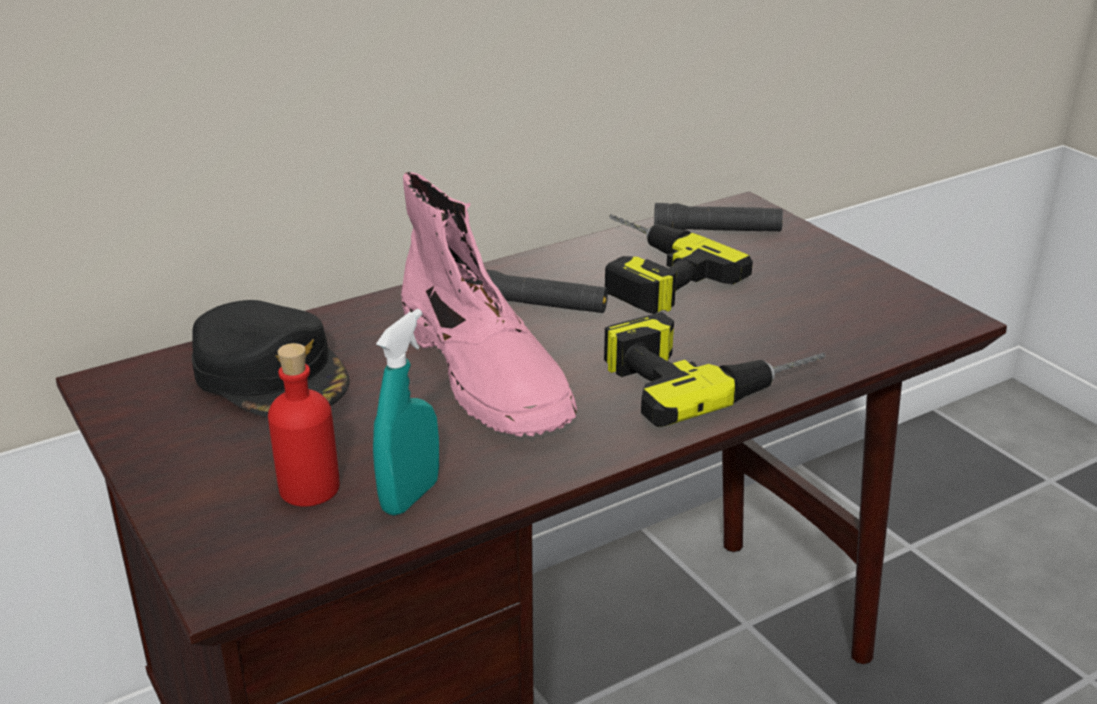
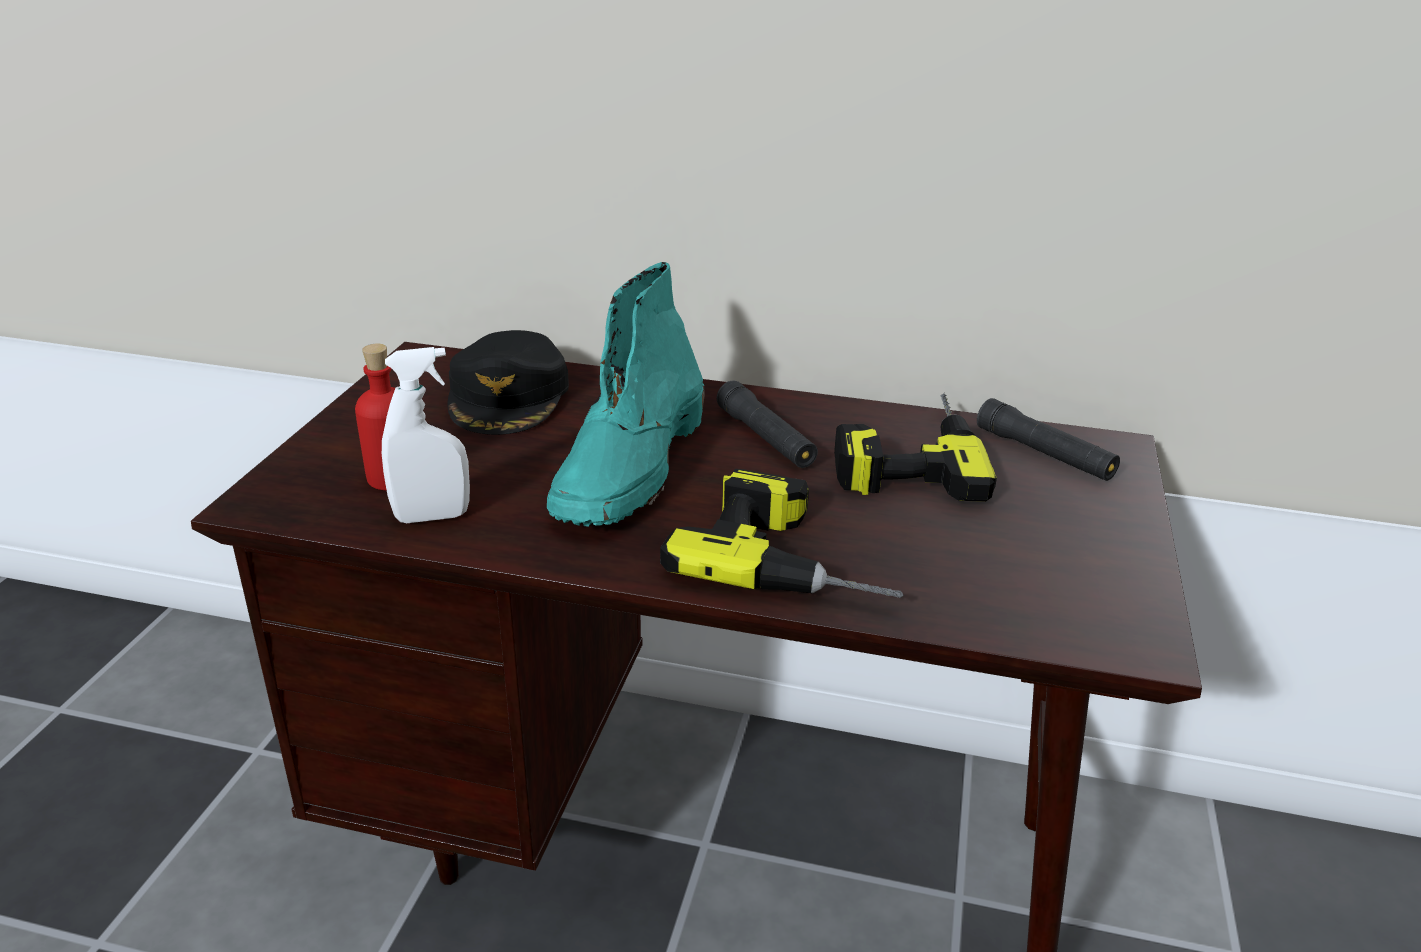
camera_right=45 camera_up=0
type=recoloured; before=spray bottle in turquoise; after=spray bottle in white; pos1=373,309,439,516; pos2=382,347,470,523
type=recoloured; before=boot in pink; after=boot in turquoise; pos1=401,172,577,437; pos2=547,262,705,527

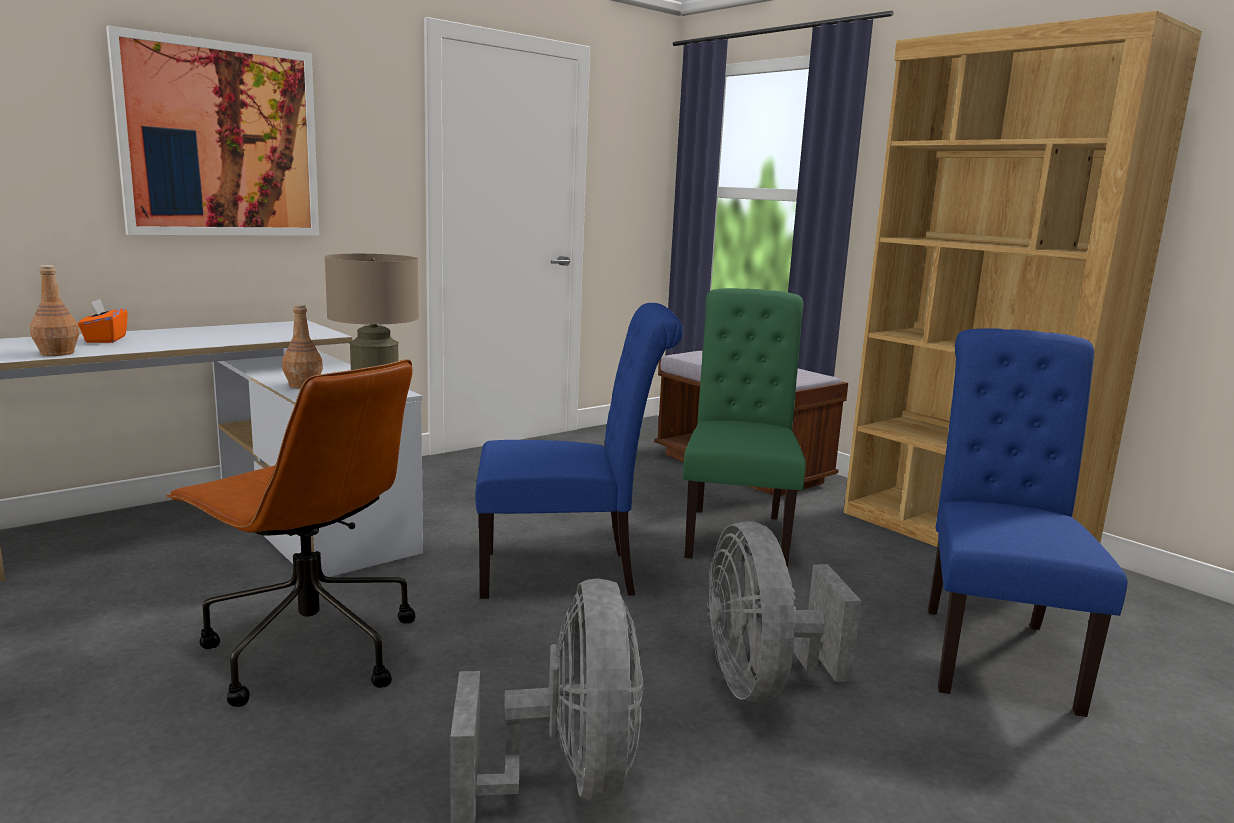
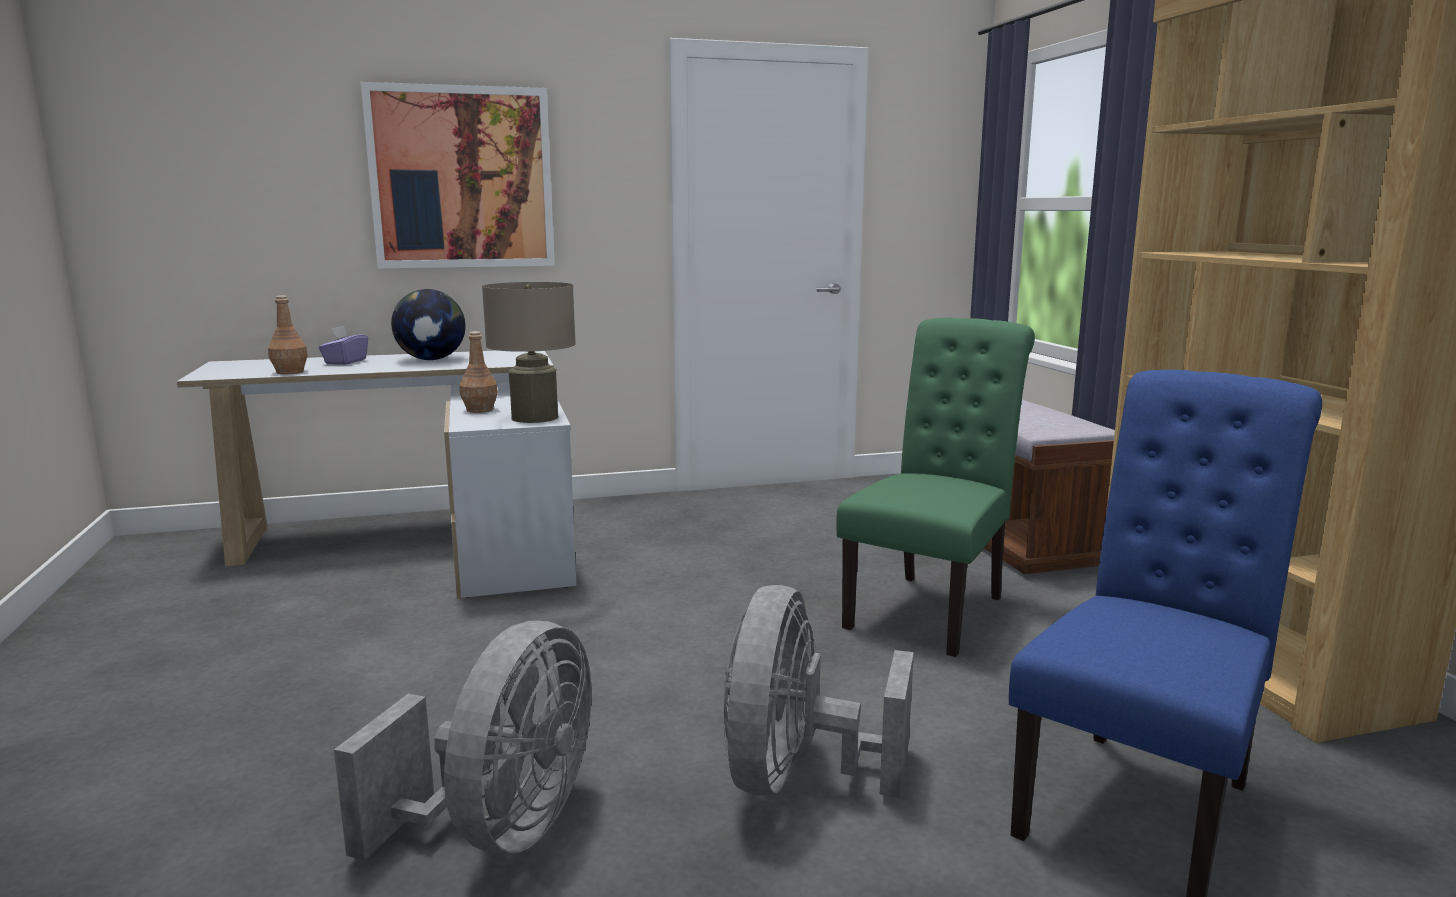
camera_right=25 camera_up=0
type=recoloured; before=tissue box in orange; after=tissue box in purple; pos1=78,299,128,343; pos2=319,326,368,365
type=added; after=globe; pos2=391,289,466,360
type=removed; before=office chair in brown; pos1=166,359,415,707
type=removed; before=chair in blue; pos1=475,303,683,599

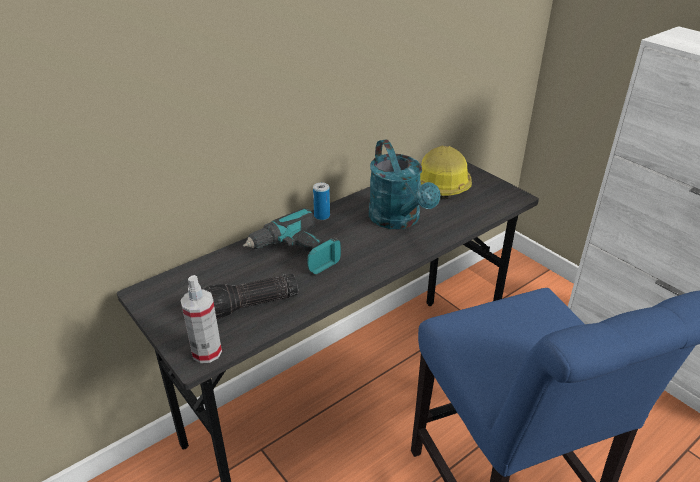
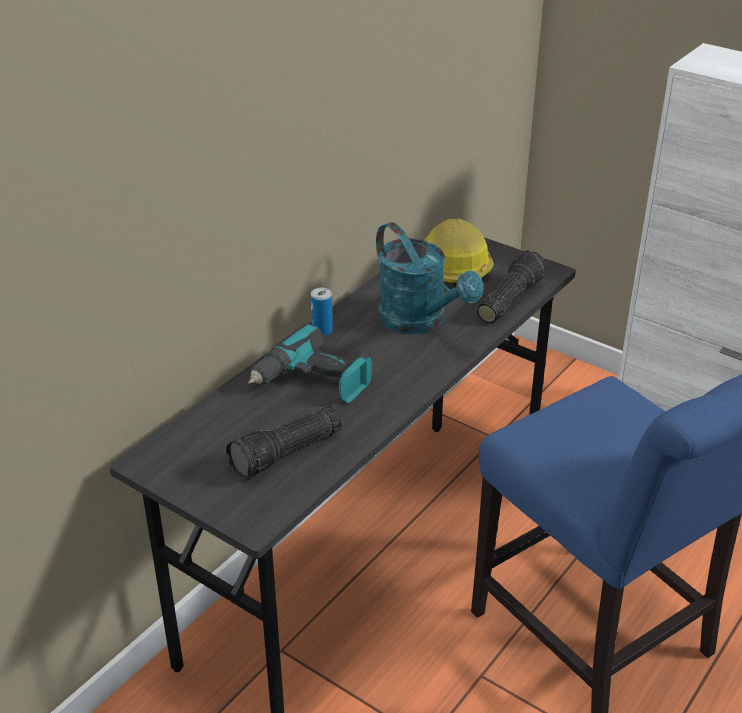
camera_right=-15 camera_up=0
type=added; after=flashlight; pos2=477,250,547,323
type=removed; before=spray bottle; pos1=181,275,222,363

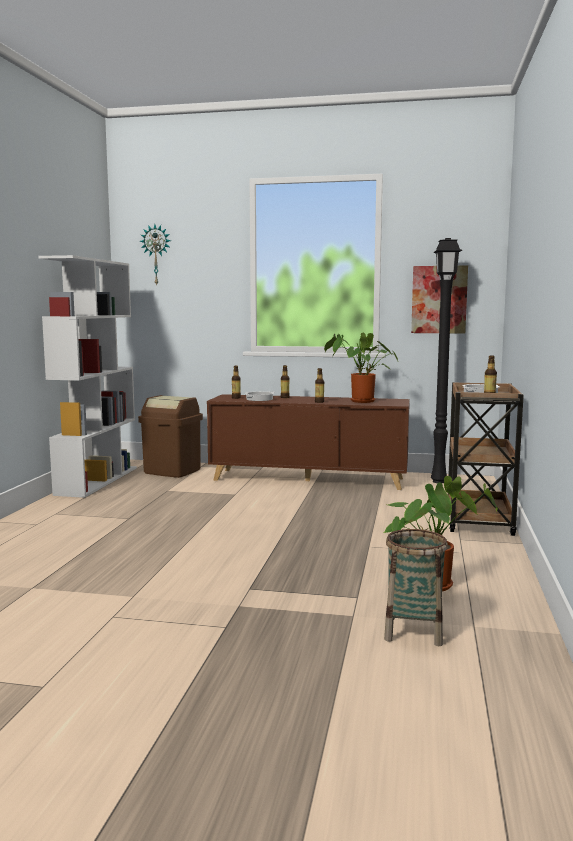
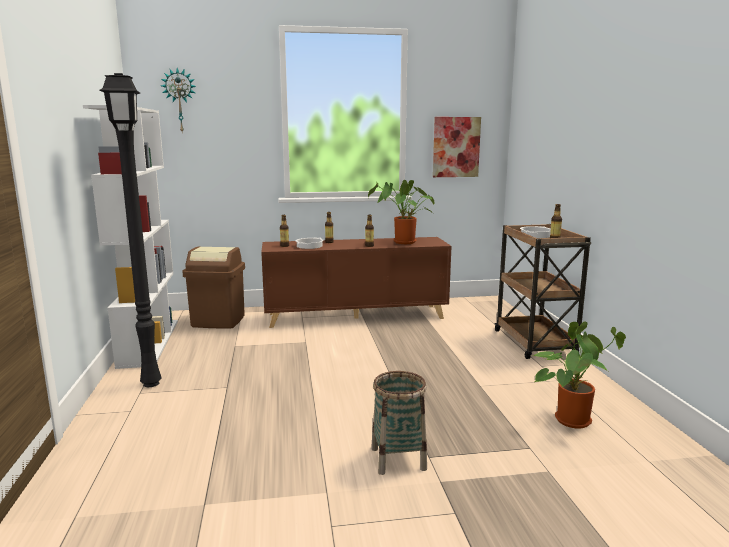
camera_right=-20 camera_up=5
type=moved; before=floor lamp in black; pos1=431,238,462,483; pos2=99,73,162,387
type=moved; before=basket; pos1=384,529,448,646; pos2=371,371,427,475

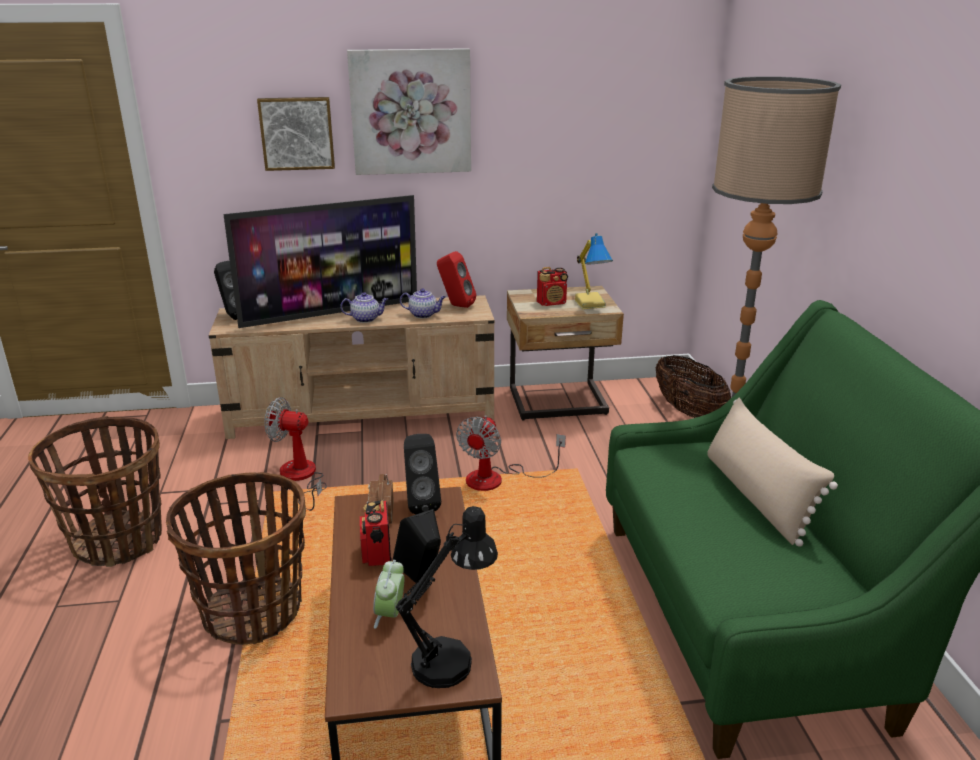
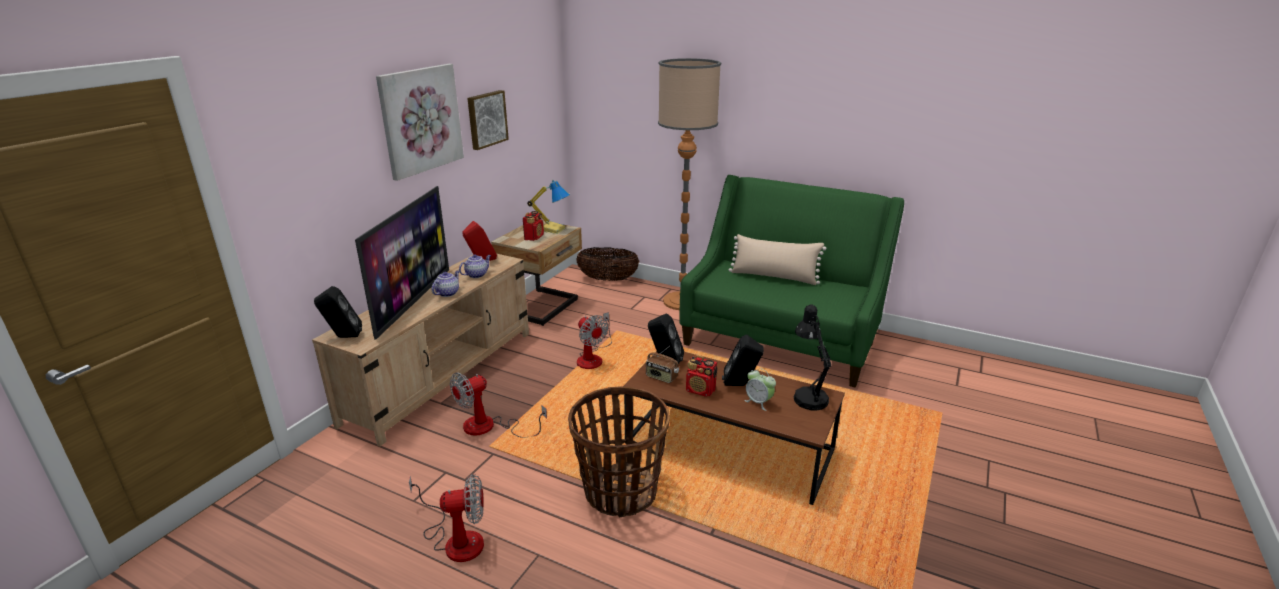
camera_right=-55 camera_up=0
type=replaced; before=basket; after=fan; pos1=28,416,162,567; pos2=409,474,484,562
type=moved; before=picture; pos1=257,97,335,171; pos2=467,90,509,150

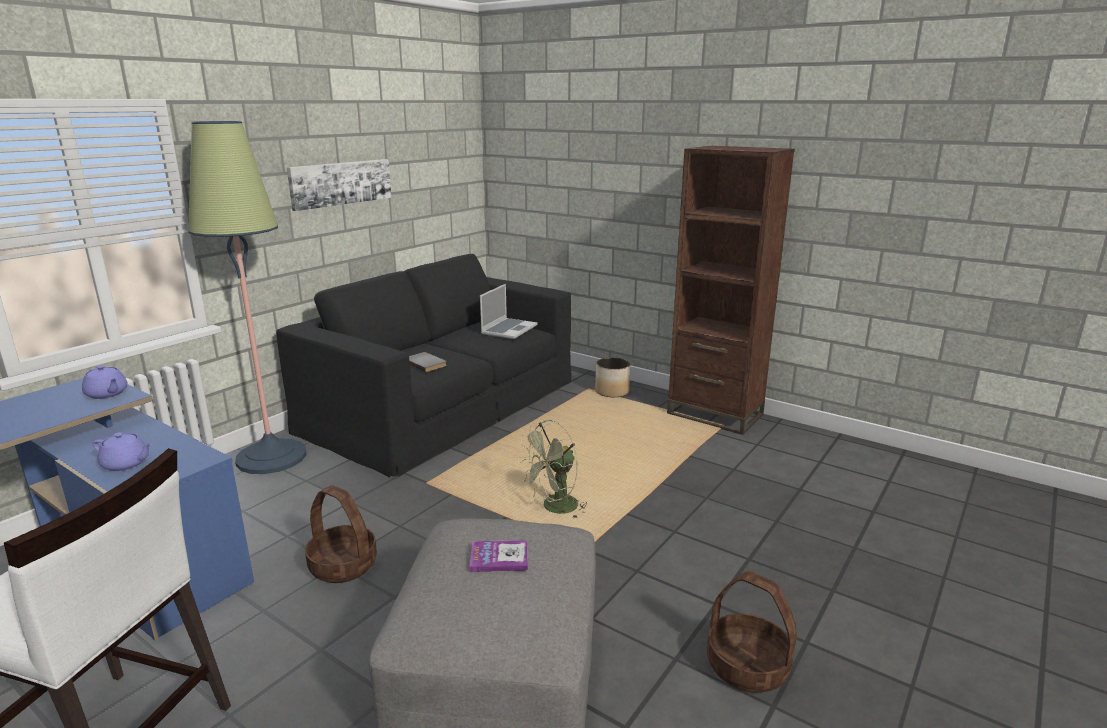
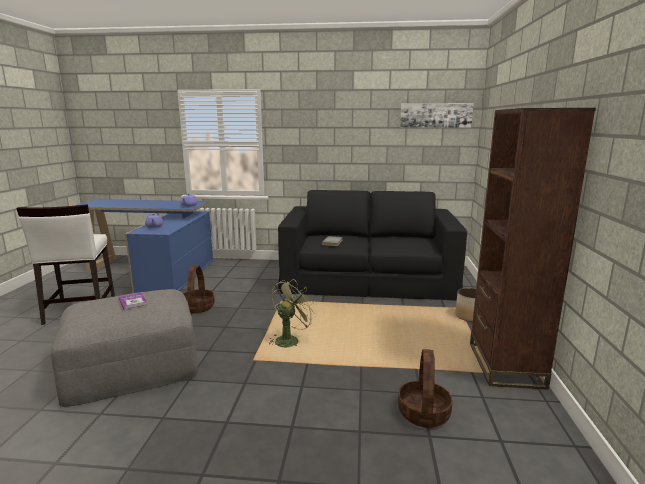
camera_right=60 camera_up=-5
type=turned; before=fan in green; pos1=518,420,587,518; pos2=269,279,317,347; turn=105
type=moved; before=basket; pos1=707,571,797,693; pos2=398,349,453,428
type=moved; before=picture; pos1=287,159,392,211; pos2=400,103,474,128
type=removed; before=floor lamp; pos1=188,121,306,474
type=removed; before=laptop; pos1=480,284,537,339

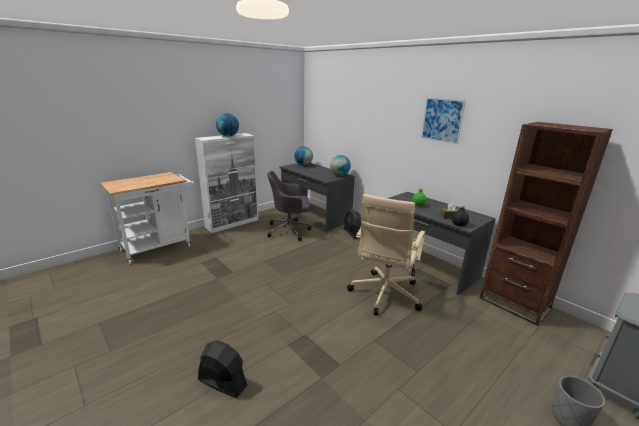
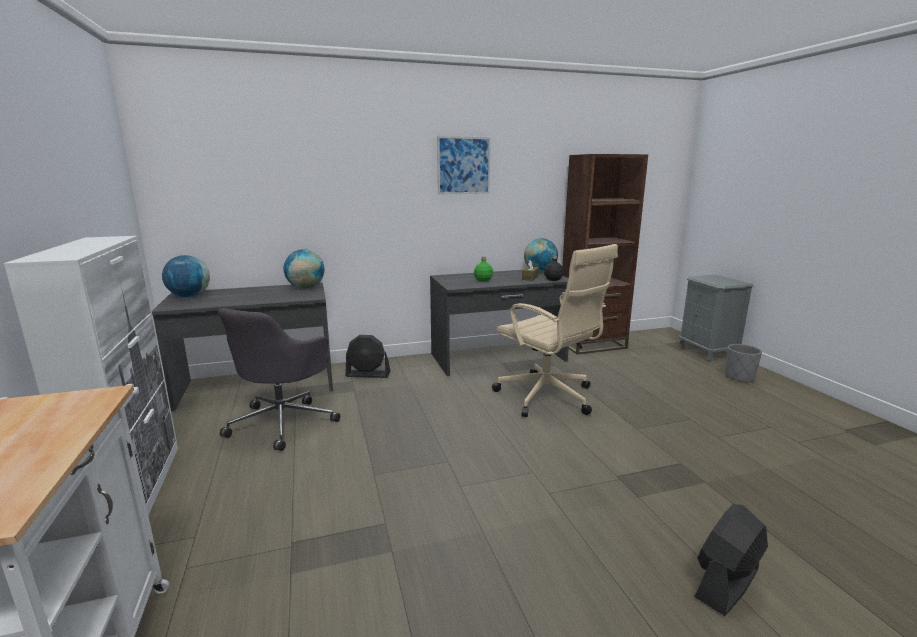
camera_right=-65 camera_up=-5
type=moved; before=globe; pos1=216,113,239,136; pos2=524,238,558,272

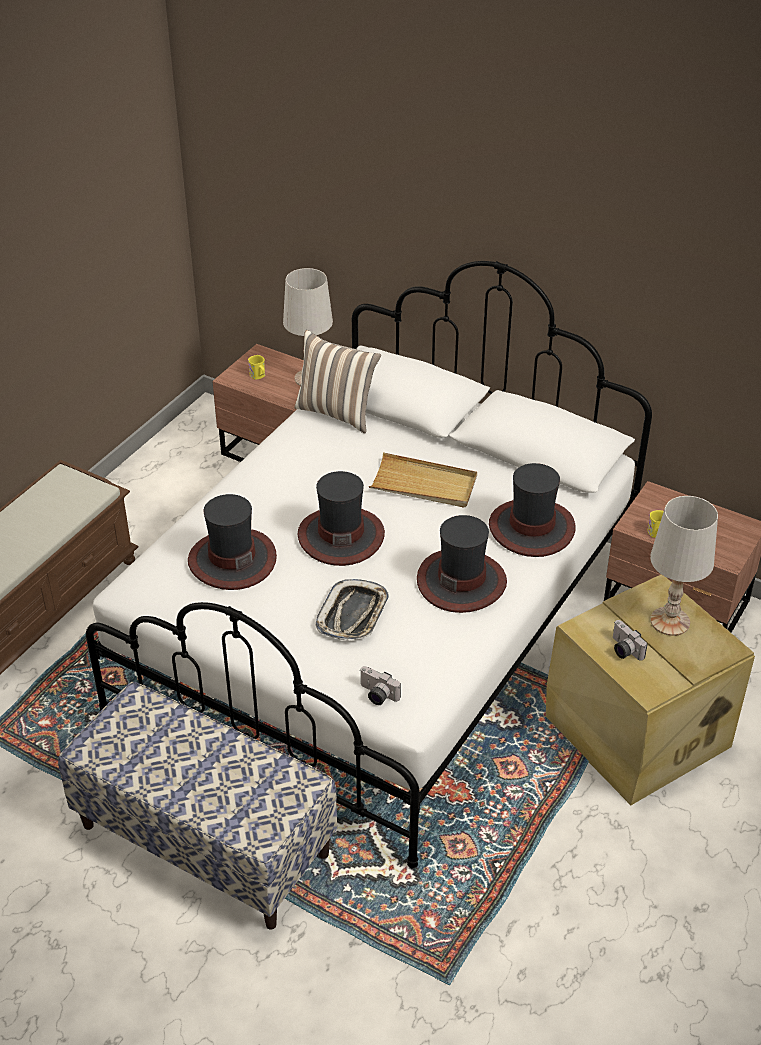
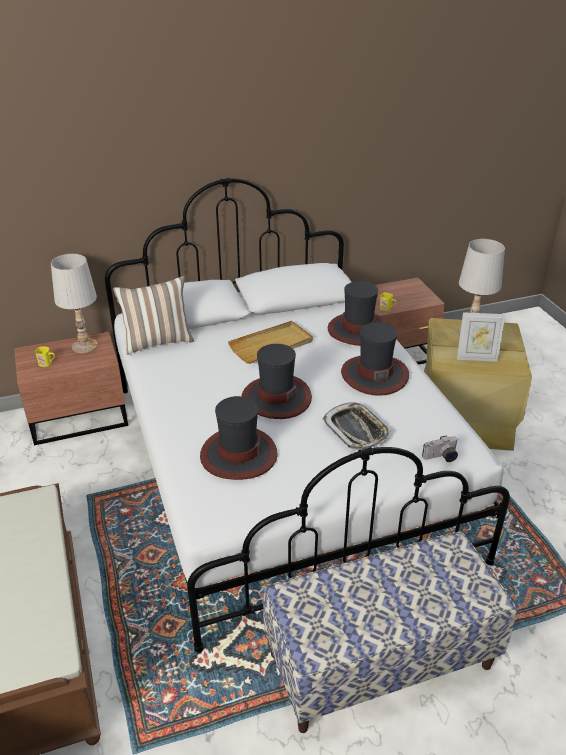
camera_right=-50 camera_up=-5
type=replaced; before=photo camera; after=picture frame; pos1=613,620,647,661; pos2=457,312,505,362

